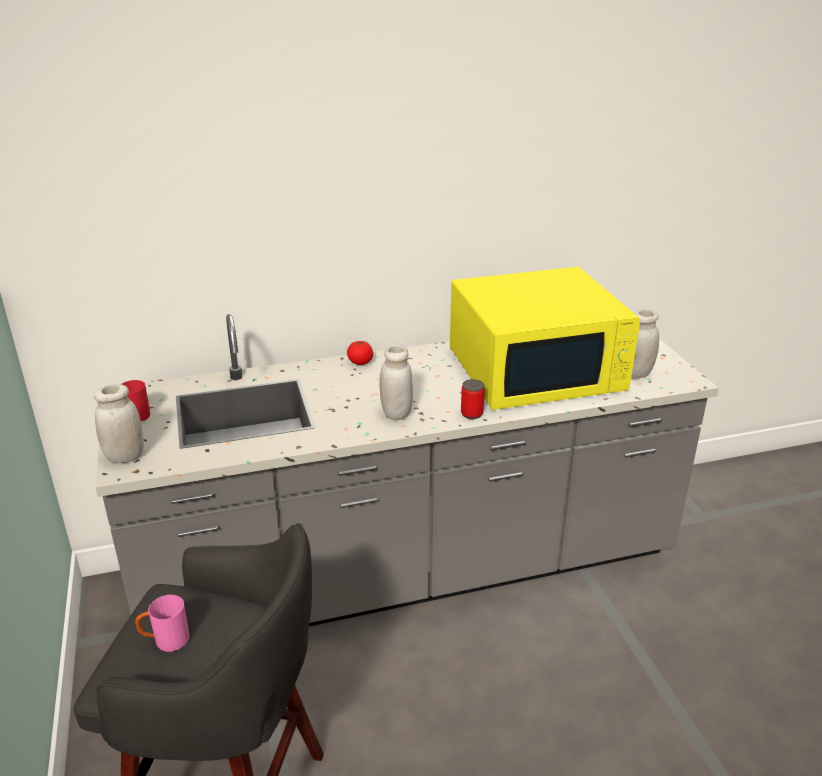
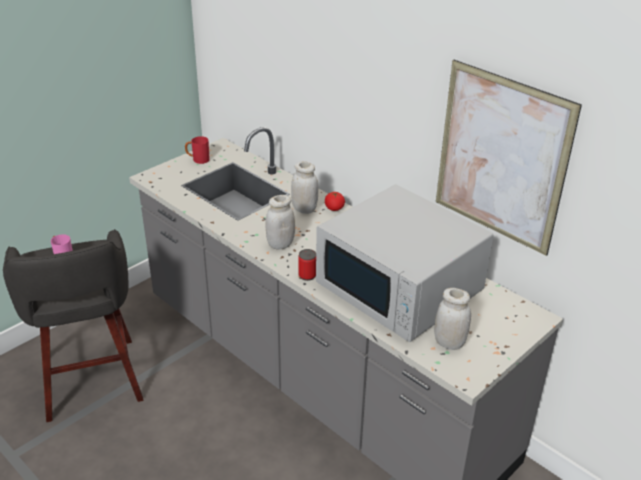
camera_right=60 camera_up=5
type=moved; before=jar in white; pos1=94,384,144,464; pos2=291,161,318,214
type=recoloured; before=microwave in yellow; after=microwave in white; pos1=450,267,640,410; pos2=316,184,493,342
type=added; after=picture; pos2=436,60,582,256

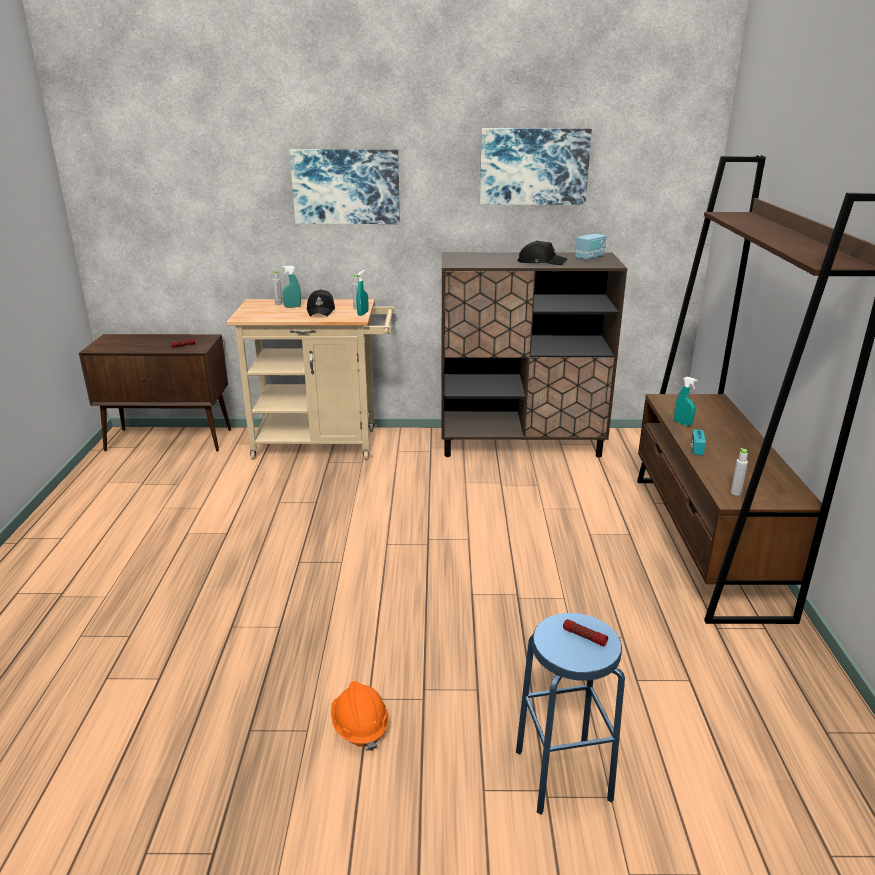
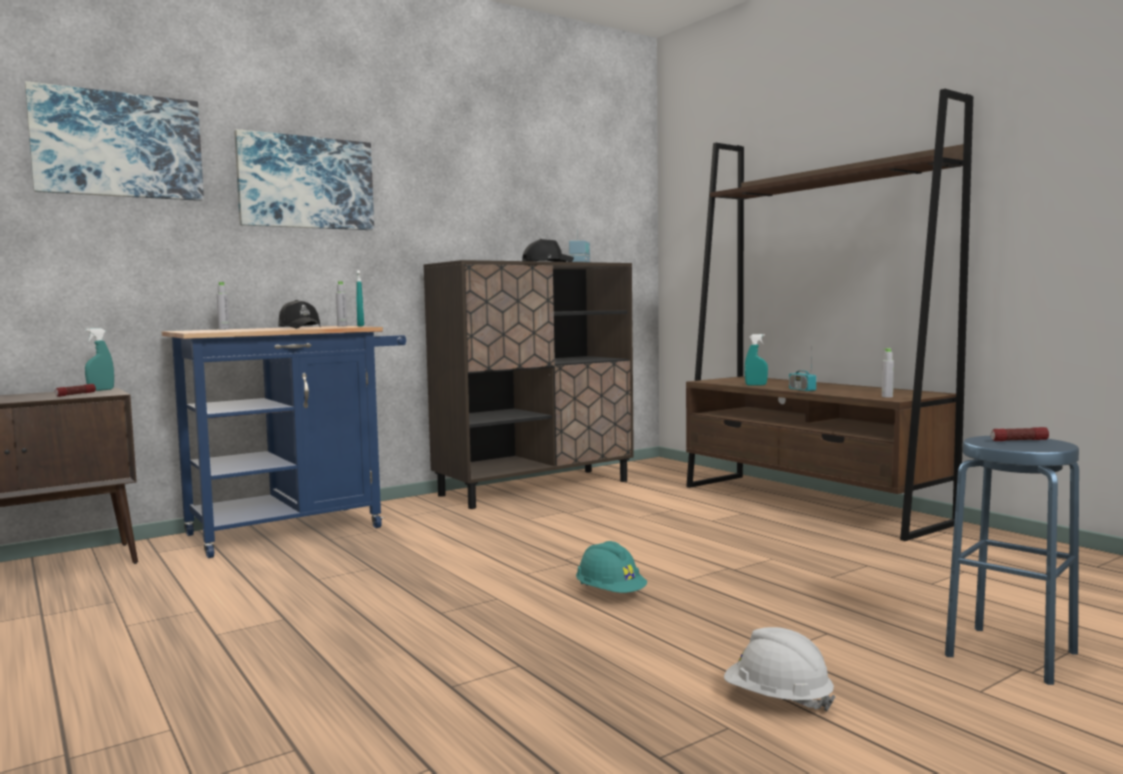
camera_right=-35 camera_up=-20
type=moved; before=picture; pos1=480,128,592,205; pos2=25,81,204,201
type=moved; before=spray bottle in turquoise; pos1=282,265,301,308; pos2=85,328,114,391
type=recoloured; before=cart in beige; after=cart in blue; pos1=226,299,395,460; pos2=162,326,406,558
type=added; after=hard hat in turquoise; pos2=576,541,647,593
type=recoloured; before=hard hat in orange; after=hard hat in white; pos1=331,681,389,751; pos2=724,627,836,712

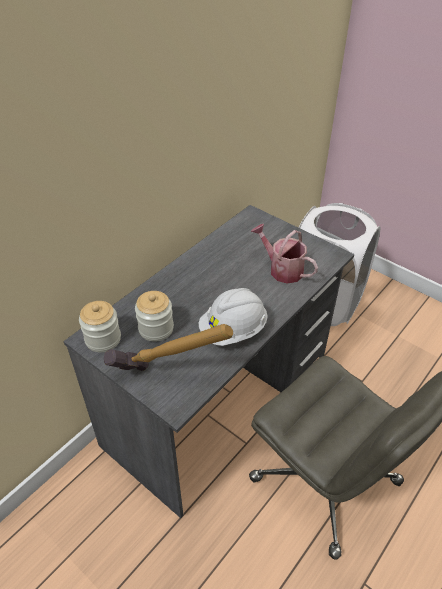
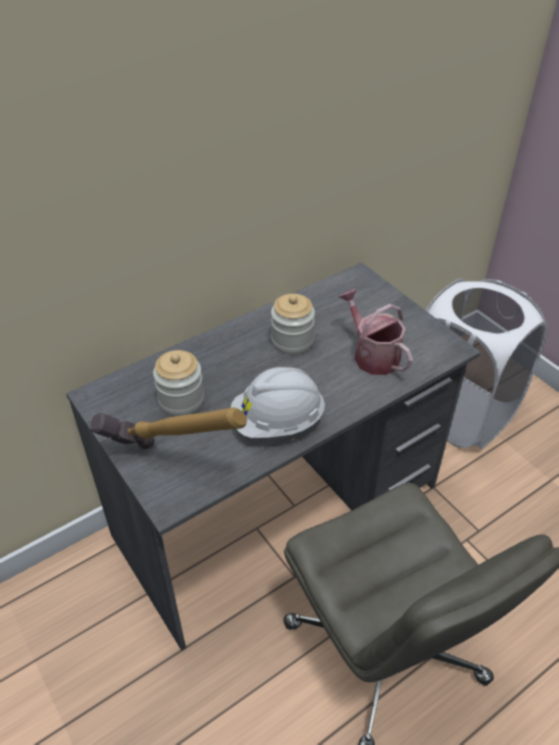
camera_right=15 camera_up=0
type=moved; before=jar; pos1=79,301,121,352; pos2=271,294,315,355

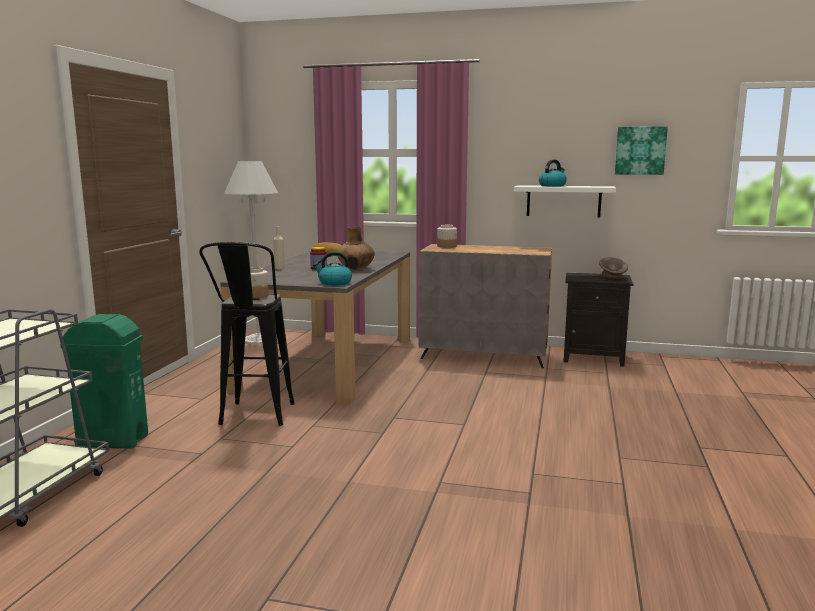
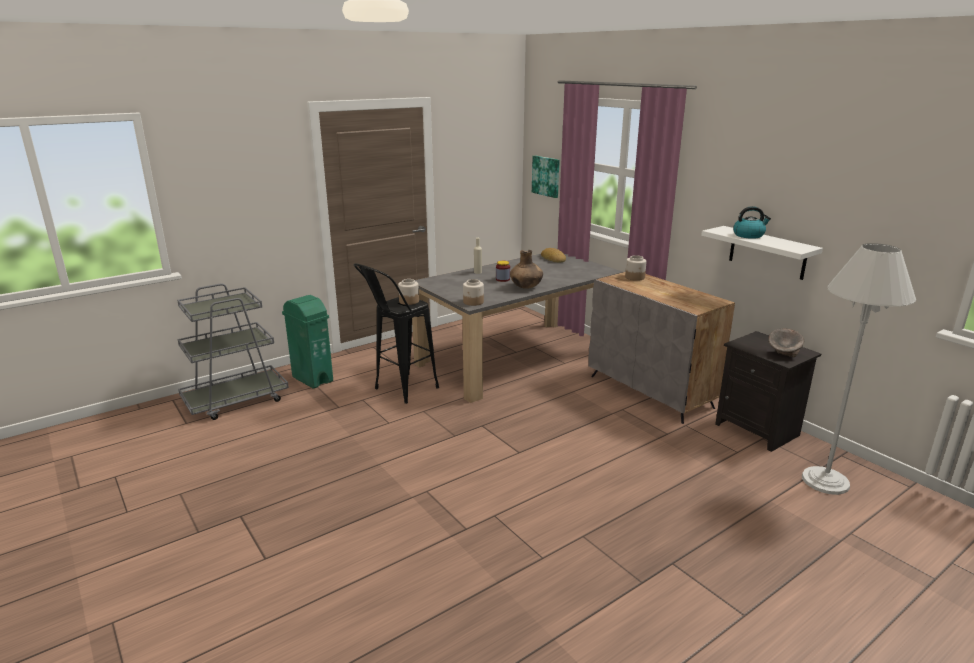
camera_right=40 camera_up=10
type=replaced; before=kettle; after=jar; pos1=313,252,352,286; pos2=463,279,484,306
type=moved; before=picture; pos1=615,126,668,175; pos2=532,156,560,198
type=moved; before=floor lamp in white; pos1=224,161,278,345; pos2=802,243,916,495

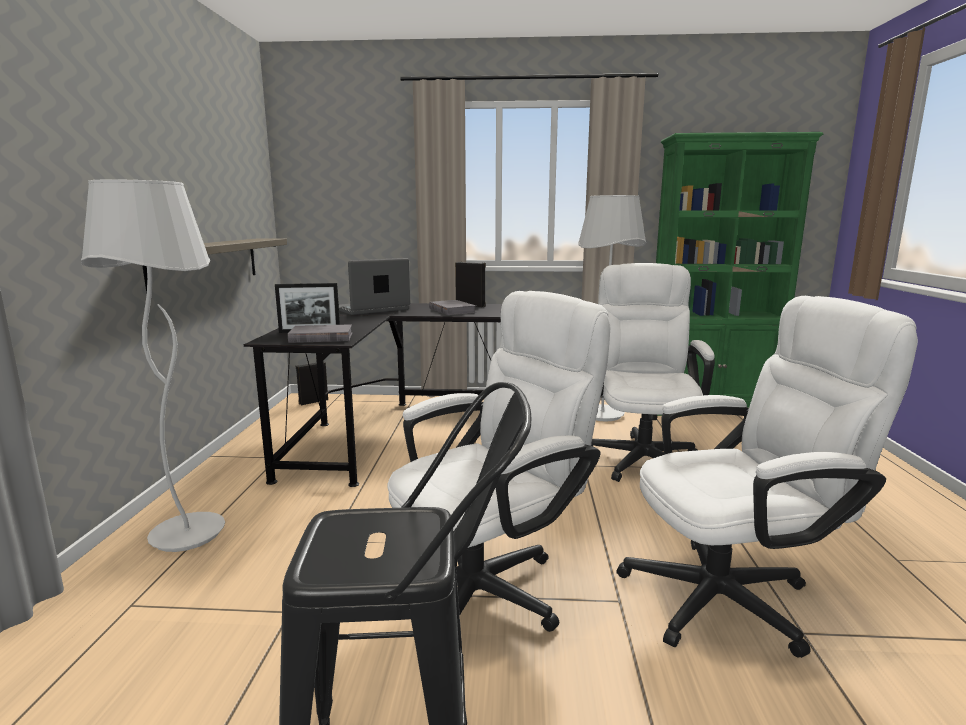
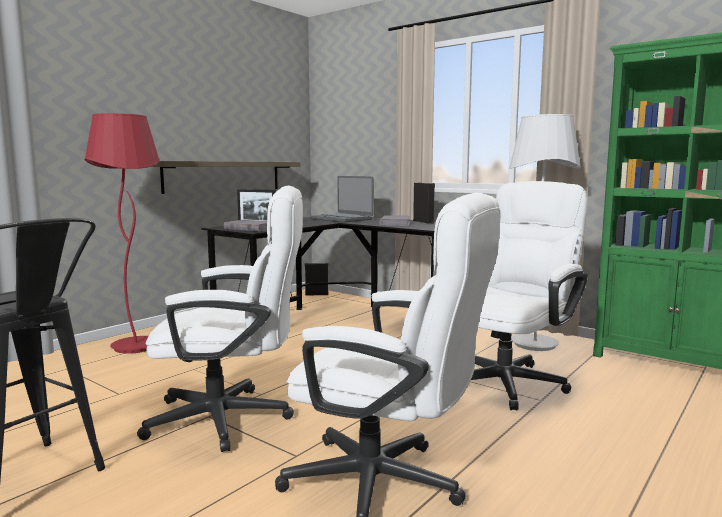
camera_right=35 camera_up=-5
type=recoloured; before=floor lamp in white; after=floor lamp in red; pos1=81,179,225,552; pos2=84,113,160,354
type=turned; before=laptop; pos1=339,258,410,315; pos2=310,176,374,222; turn=-135

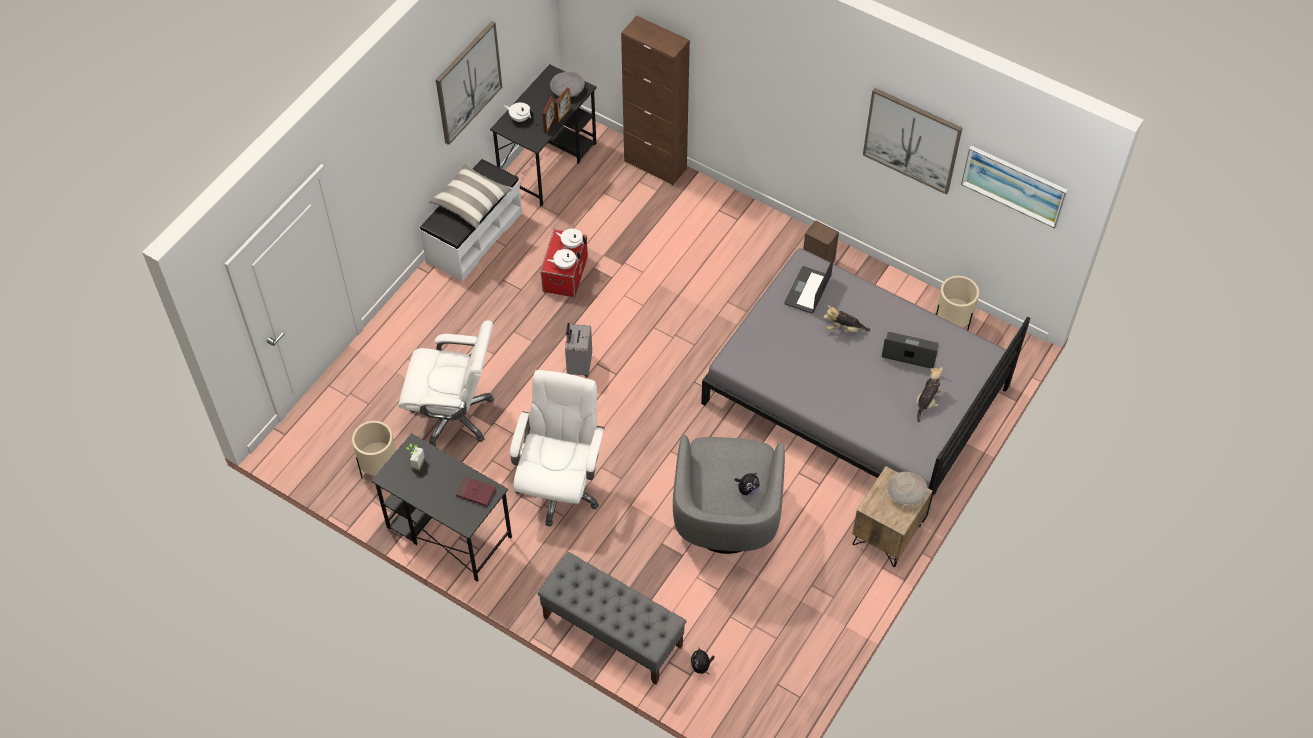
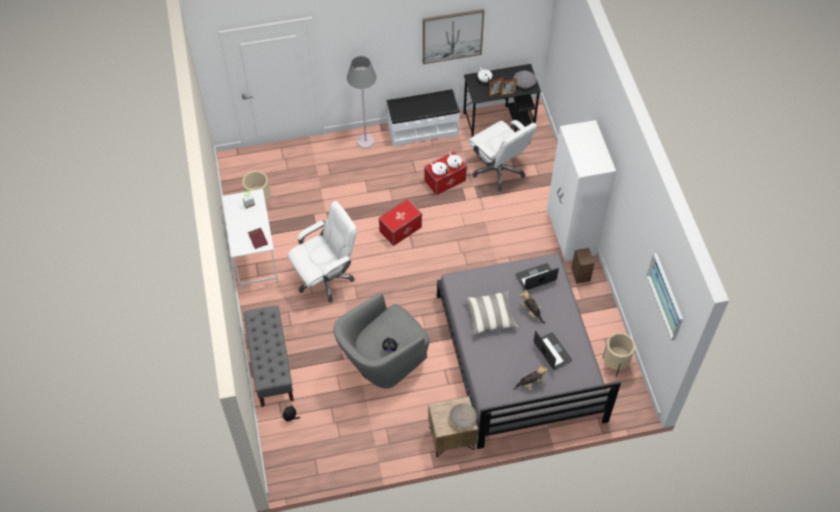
camera_right=45 camera_up=0
type=recoloured; before=desk in black; after=desk in white; pos1=371,433,512,582; pos2=222,189,279,290
type=added; after=floor lamp in grey; pos2=347,56,377,148
type=replaced; before=suitcase in grey; after=storage box; pos1=565,323,592,377; pos2=378,199,422,246
type=moved; before=pillow; pos1=429,163,513,229; pos2=464,291,518,336
type=moved; before=office chair in white; pos1=399,320,494,446; pos2=468,120,537,191
type=added; after=wardrobe in white; pos2=547,120,616,261
type=removed; before=cabinet in brown; pos1=621,16,690,186
type=removed; before=picture; pos1=863,88,962,195

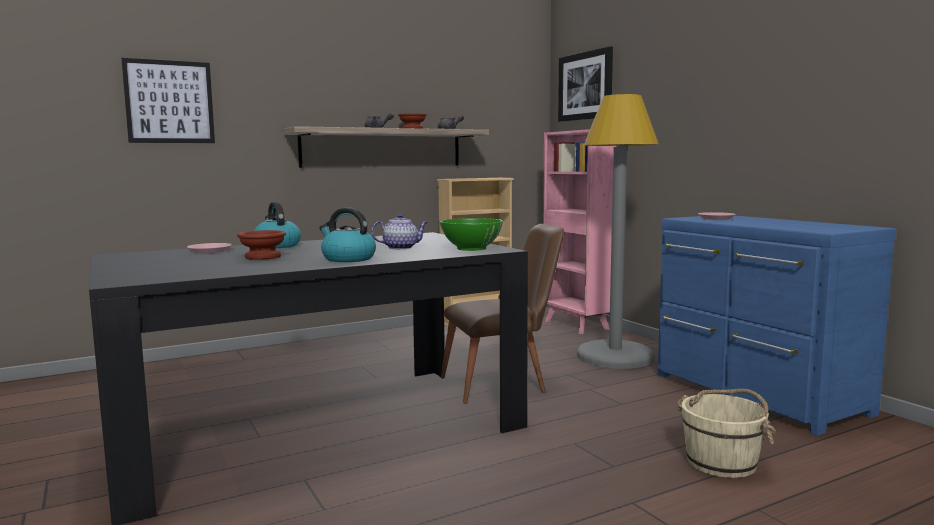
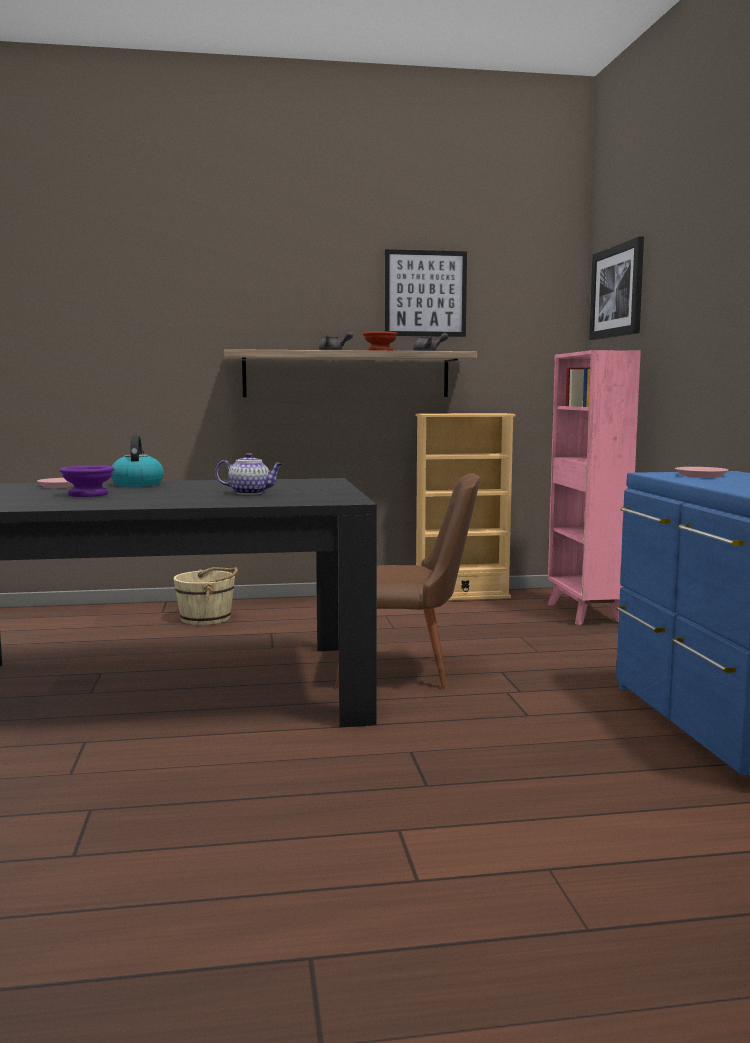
camera_right=20 camera_up=0
type=recoloured; before=bowl in brown; after=bowl in purple; pos1=237,230,286,260; pos2=60,465,114,497
type=moved; before=bucket in beige; pos1=677,389,776,478; pos2=173,567,238,625
type=moved; before=picture; pos1=121,58,215,143; pos2=385,249,467,337
type=removed; before=kettle; pos1=319,208,376,262
type=removed; before=bowl in green; pos1=440,218,503,251
type=removed; before=floor lamp in grey; pos1=577,94,659,369

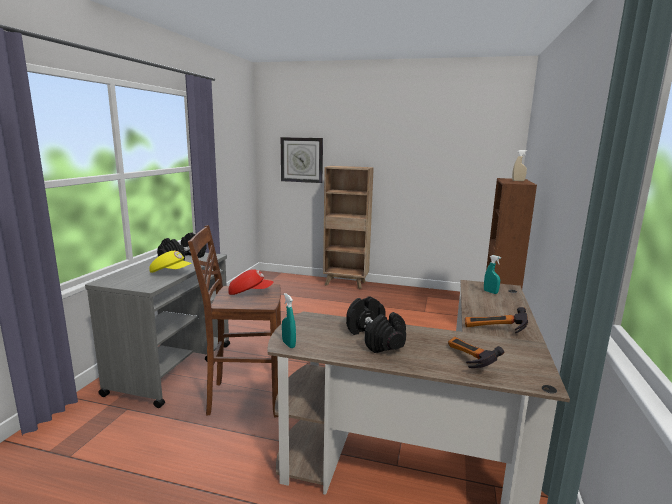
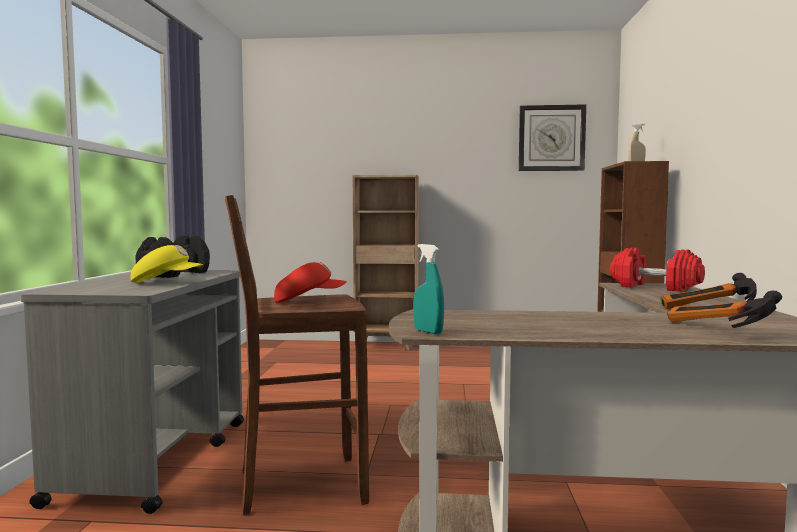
camera_right=-10 camera_up=-10
type=moved; before=wall clock; pos1=281,137,323,183; pos2=519,104,586,171
type=replaced; before=spray bottle in turquoise; after=dumbbell in red; pos1=484,255,501,294; pos2=610,247,705,291
type=removed; before=dumbbell in black; pos1=346,296,406,353

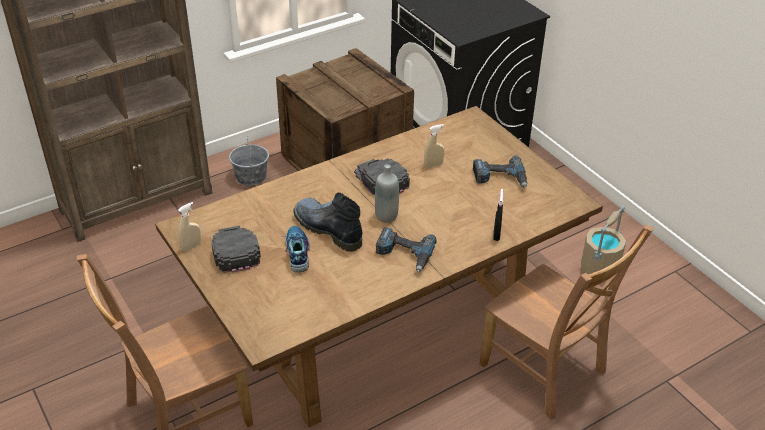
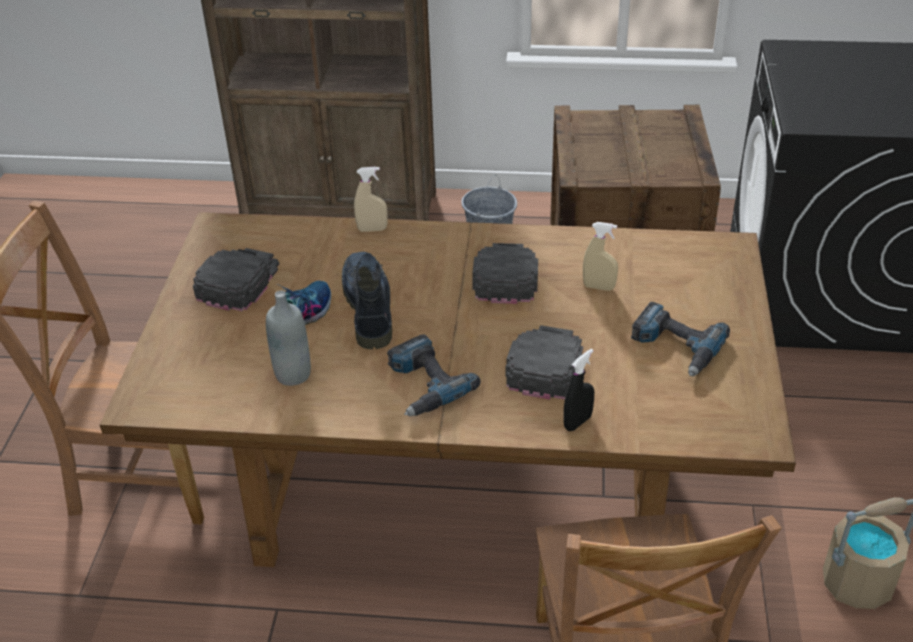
camera_right=40 camera_up=0
type=moved; before=bottle in grey; pos1=375,164,399,223; pos2=266,291,311,386
type=moved; before=spray bottle in beige; pos1=178,202,201,251; pos2=354,167,388,232
type=added; after=cap in black; pos2=506,325,583,400

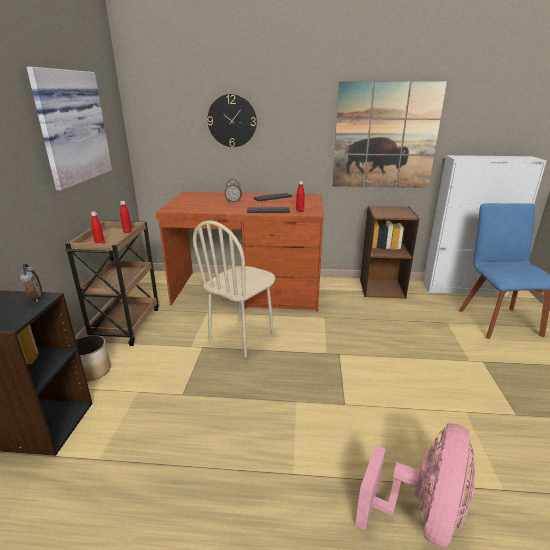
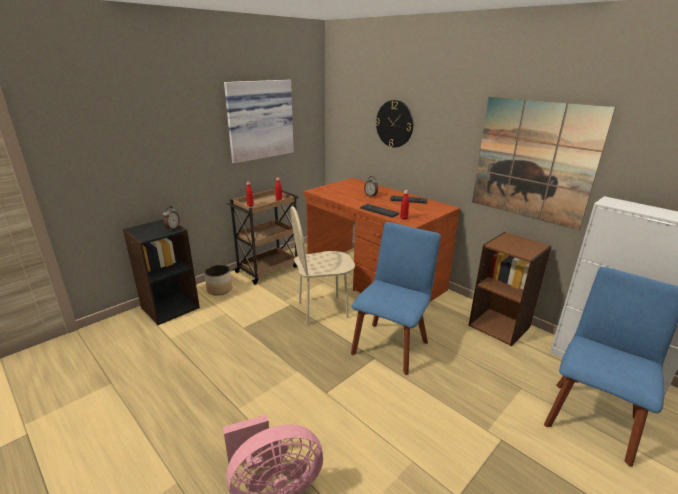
camera_right=40 camera_up=0
type=added; after=chair in blue; pos2=351,222,441,375

